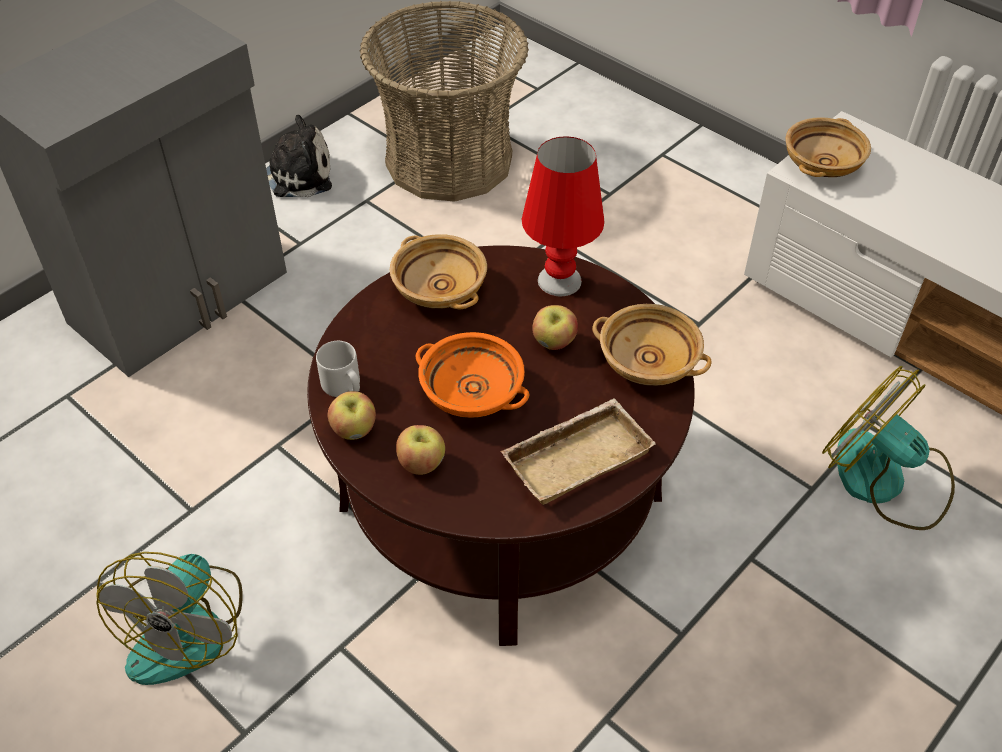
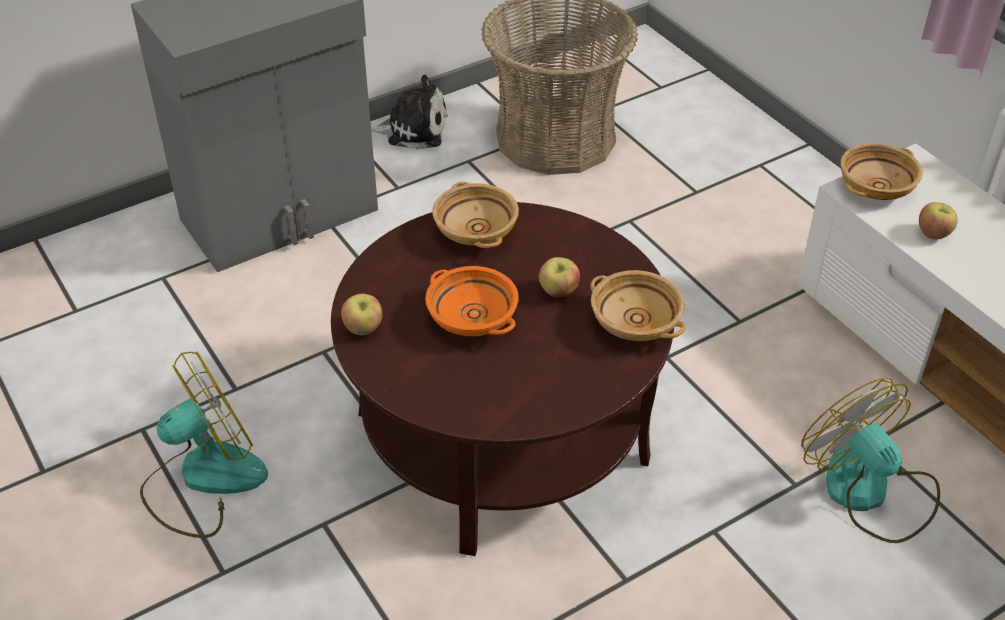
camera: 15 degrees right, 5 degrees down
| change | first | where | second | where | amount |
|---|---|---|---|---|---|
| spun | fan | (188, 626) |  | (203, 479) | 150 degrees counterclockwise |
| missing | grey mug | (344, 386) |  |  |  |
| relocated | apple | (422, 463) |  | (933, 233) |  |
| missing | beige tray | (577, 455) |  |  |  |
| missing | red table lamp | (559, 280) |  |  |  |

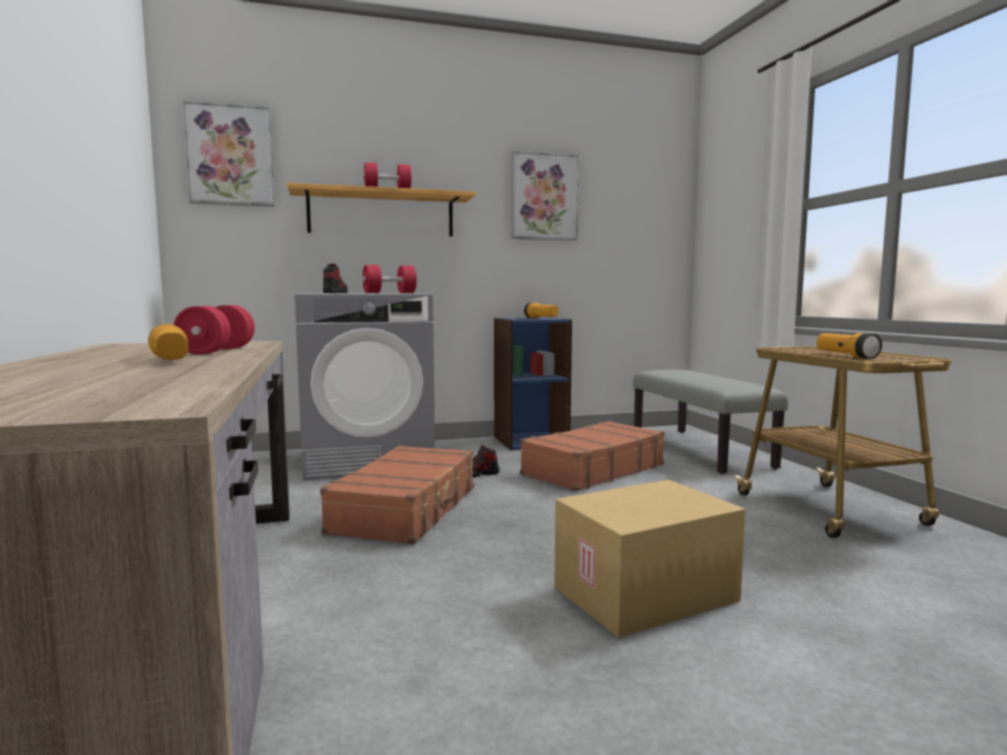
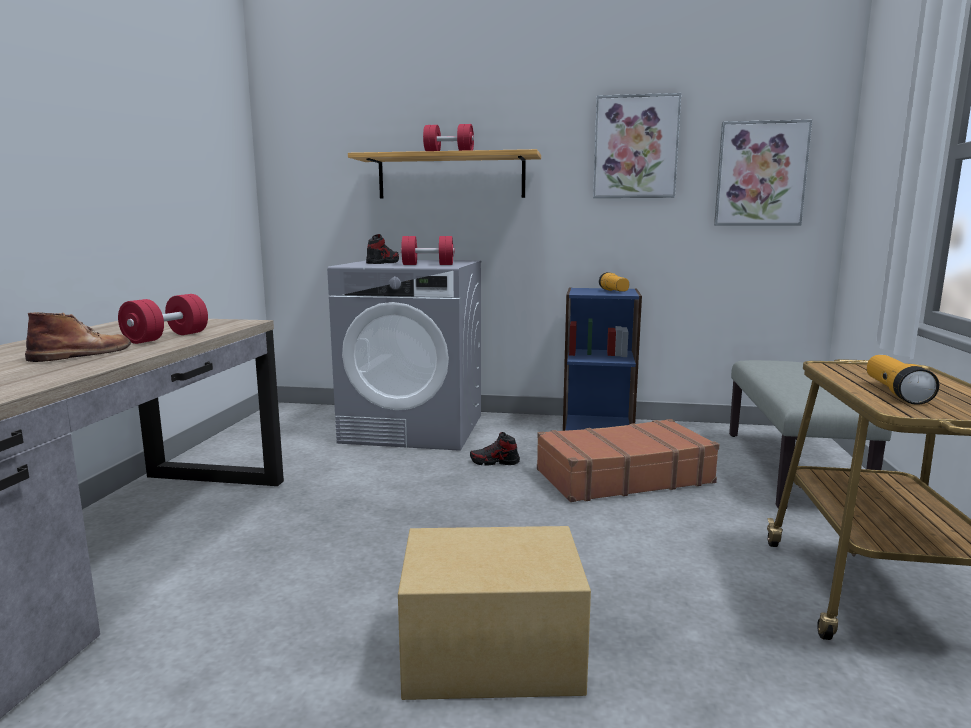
camera: 25 degrees right, 5 degrees up
| change | first | where | second | where | amount |
|---|---|---|---|---|---|
| exchanged | flashlight | (170, 361) | brown boot | (83, 354) |  |
| relocated | picture | (230, 155) |  | (760, 174) |  |
| missing | brown suitcase | (407, 509) |  |  |  |

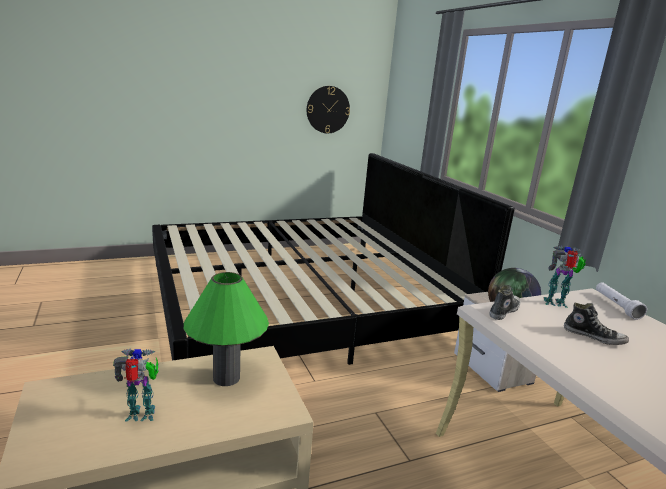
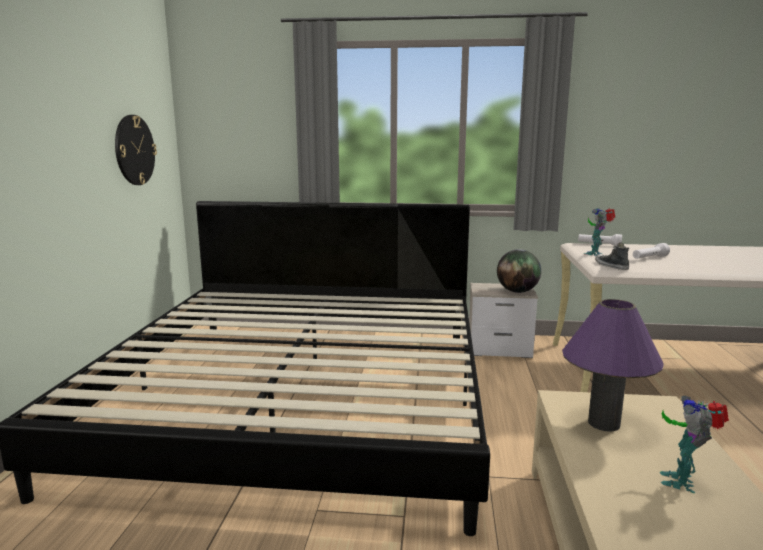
camera: 60 degrees left, 5 degrees down
| change | first | where | second | where | amount |
|---|---|---|---|---|---|
| colour | green table lamp | (226, 378) | purple table lamp | (604, 423) |  |
| exchanged | shoe | (593, 337) | white flashlight | (649, 258) |  |

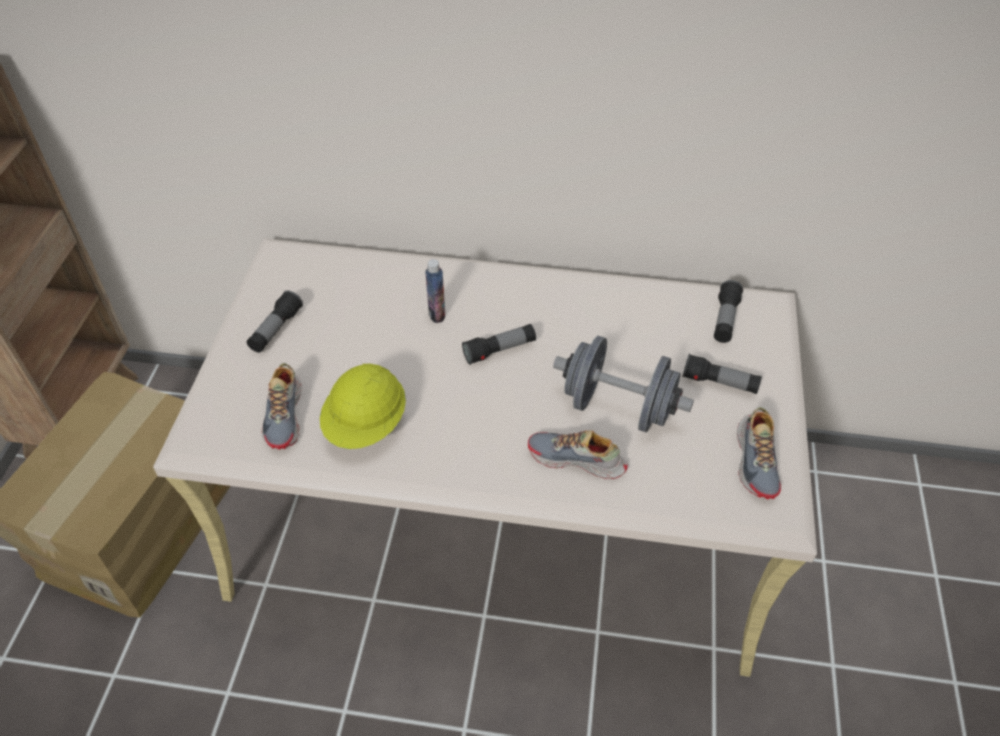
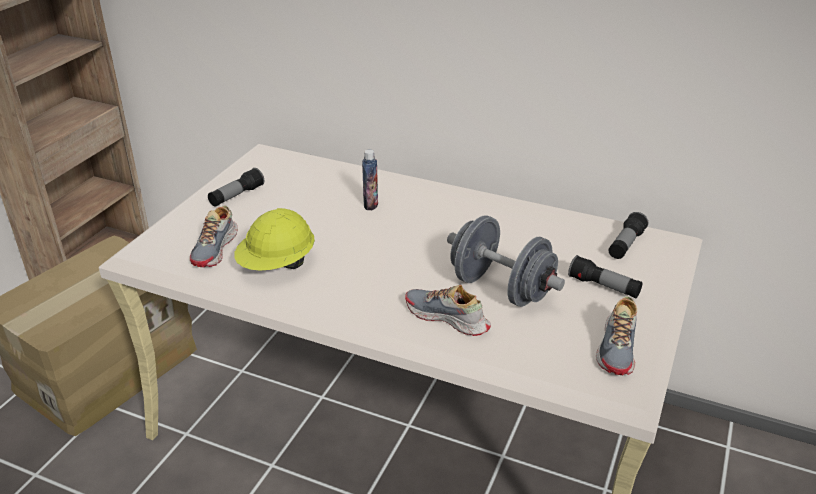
camera: 15 degrees right, 15 degrees down
| change | first | where | second | where | amount |
|---|---|---|---|---|---|
| missing | flashlight | (499, 350) |  |  |  |

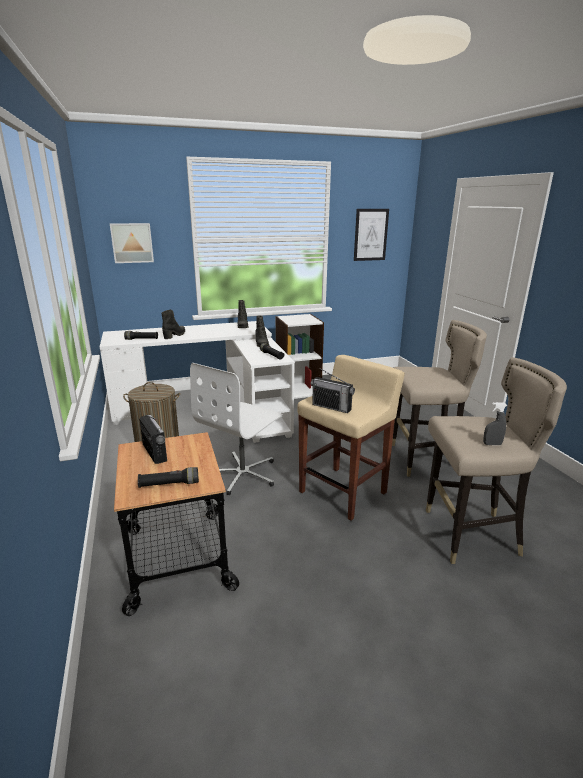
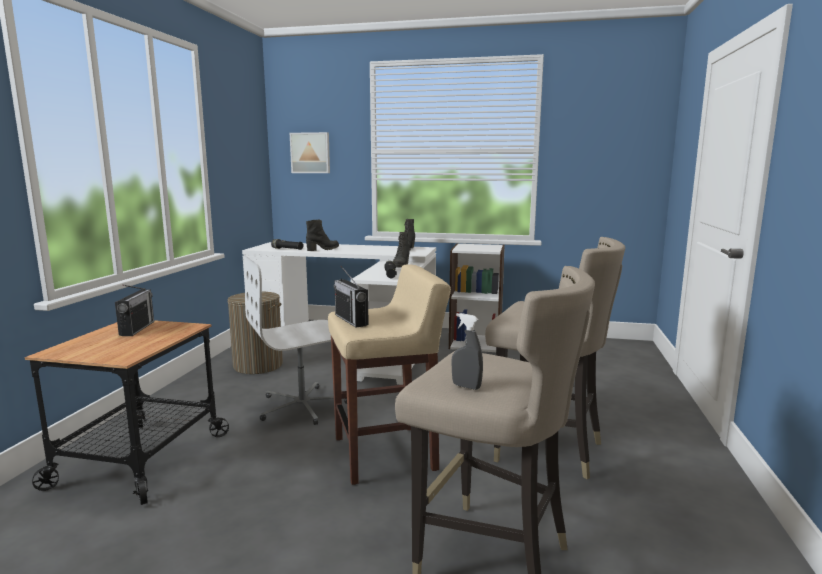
camera: 30 degrees right, 10 degrees down
| change | first | where | second | where | amount |
|---|---|---|---|---|---|
| missing | black flashlight | (169, 484) |  |  |  |
| missing | picture | (371, 235) |  |  |  |

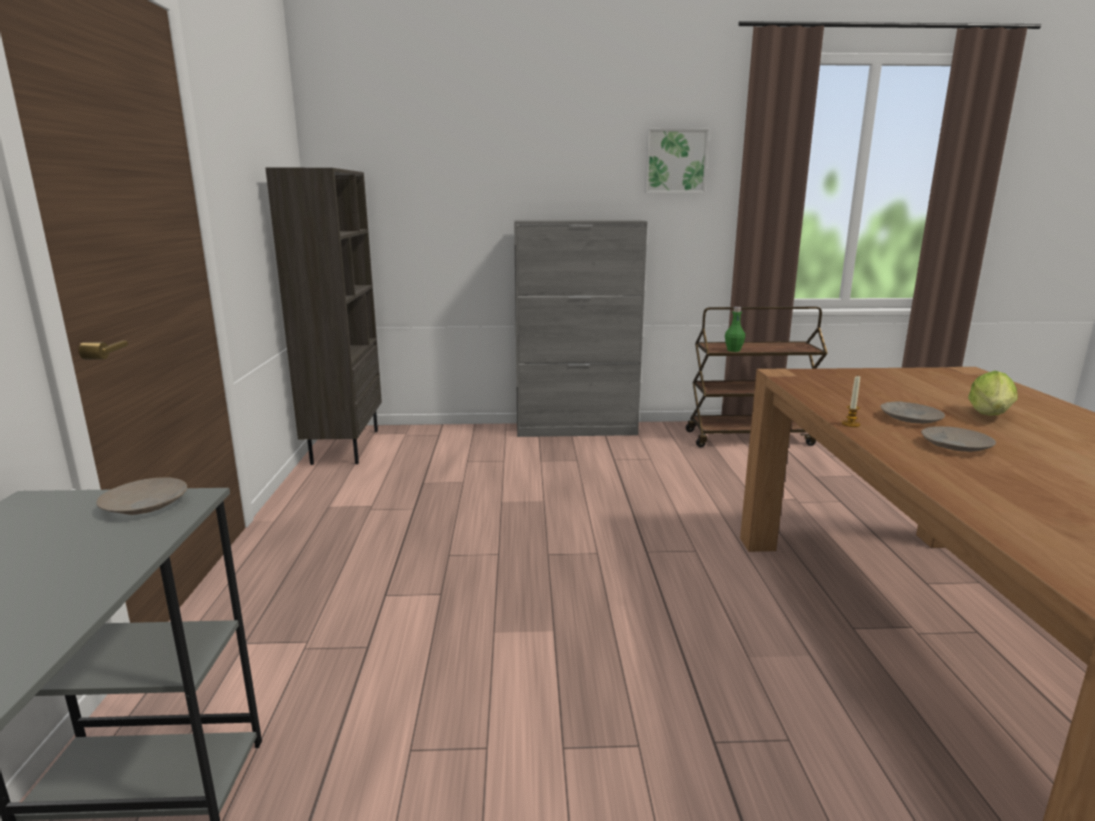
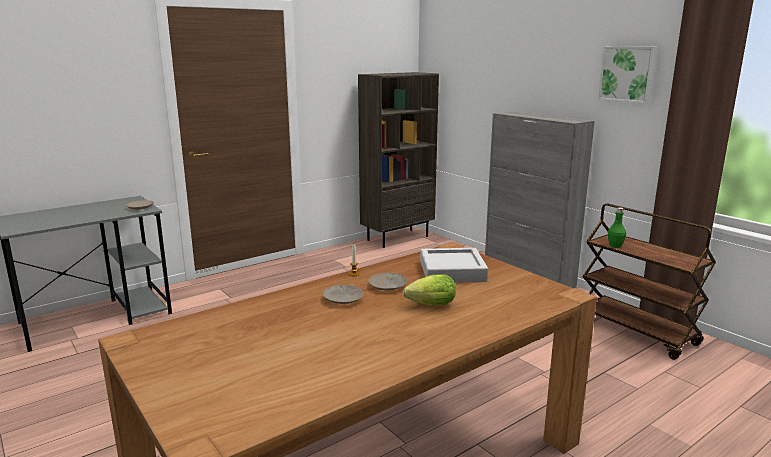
camera: 55 degrees right, 0 degrees up
| change | first | where | second | where | amount |
|---|---|---|---|---|---|
| appeared |  |  | grey tray | (452, 271) |  |

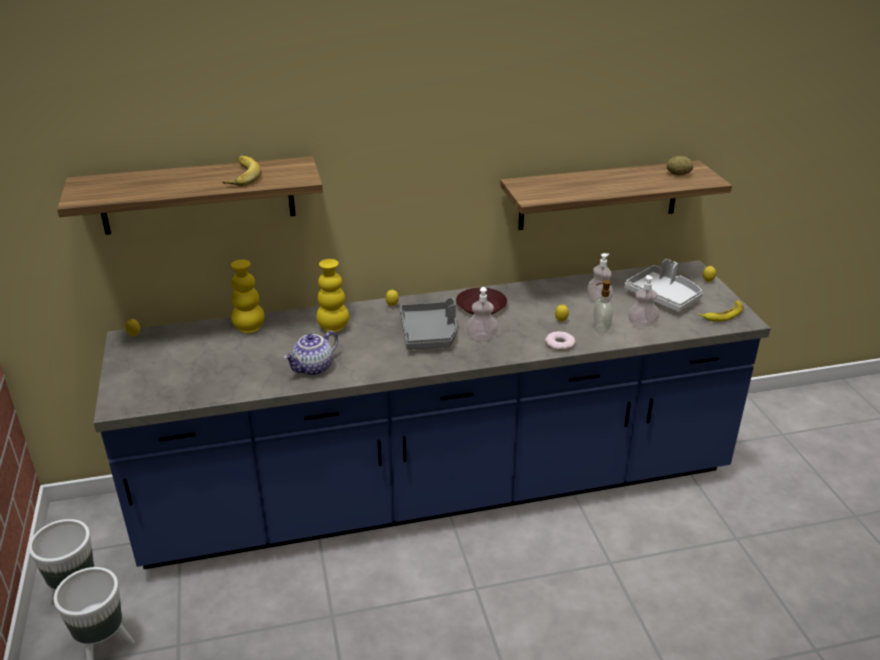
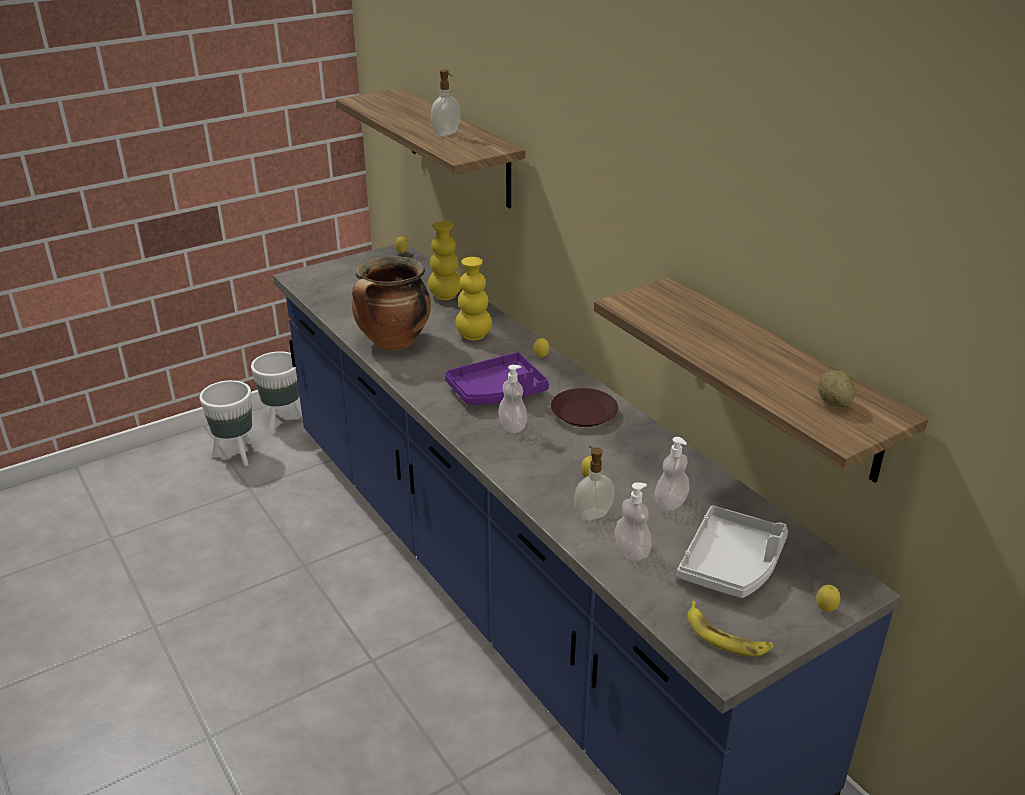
camera: 70 degrees right, 0 degrees up
| change | first | where | second | where | amount |
|---|---|---|---|---|---|
| exchanged | banana | (239, 176) | soap dispenser | (447, 134) |  |
| exchanged | teapot | (313, 368) | cooking pot | (393, 343) |  |
| colour | grey tray | (429, 334) | purple tray | (497, 392) |  |
| missing | donut | (559, 344) |  |  |  |

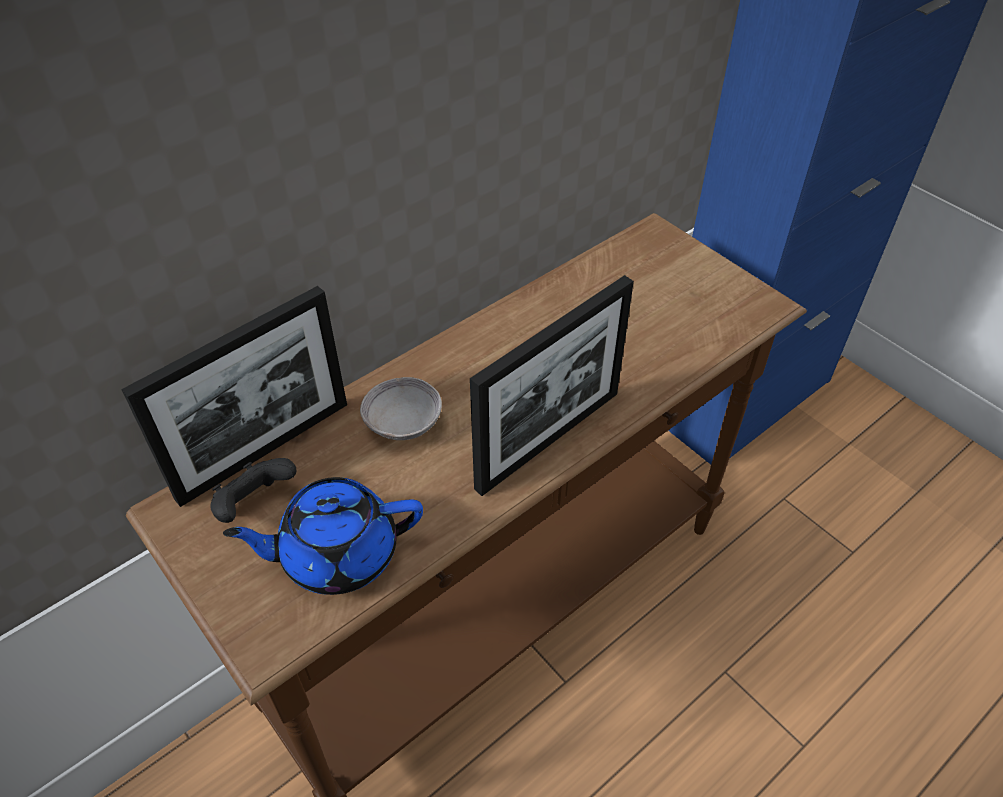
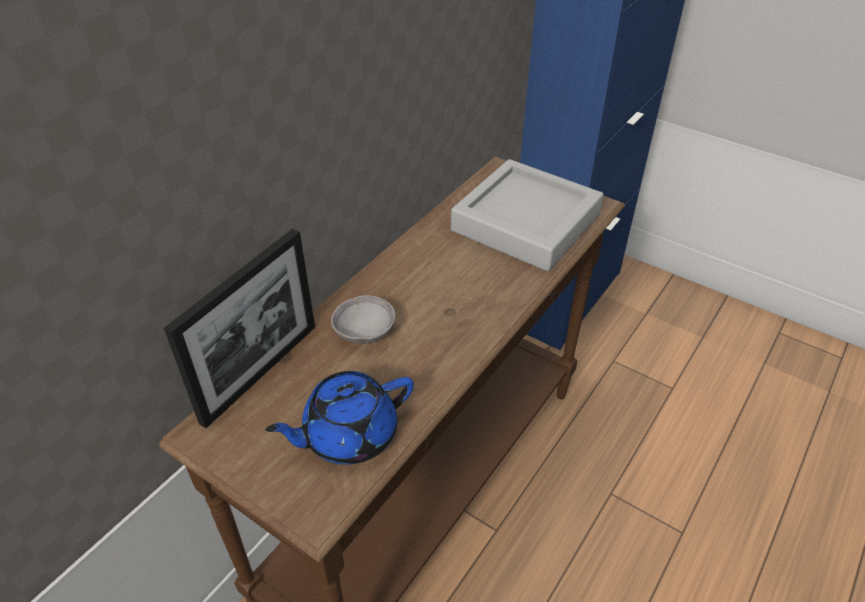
camera: 15 degrees left, 5 degrees down
| change | first | where | second | where | amount |
|---|---|---|---|---|---|
| missing | black game controller | (255, 504) |  |  |  |
| missing | picture frame | (548, 439) |  |  |  |
| appeared |  |  | grey tray | (526, 223) |  |

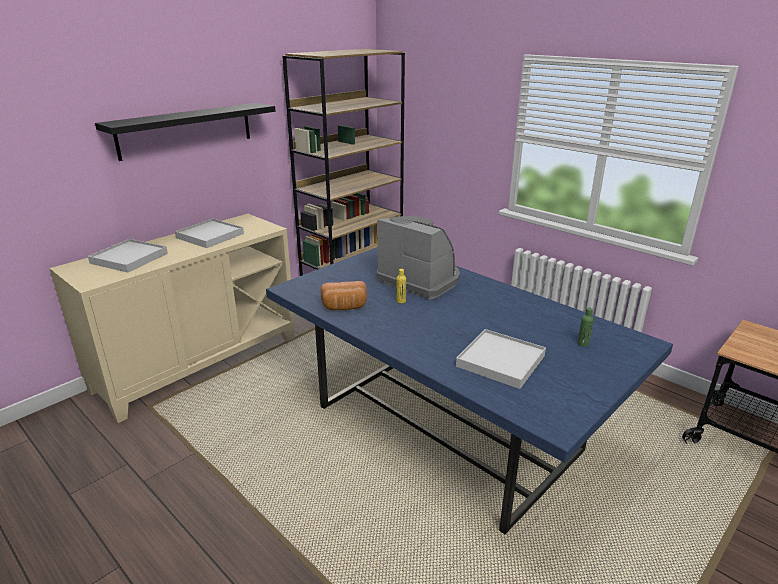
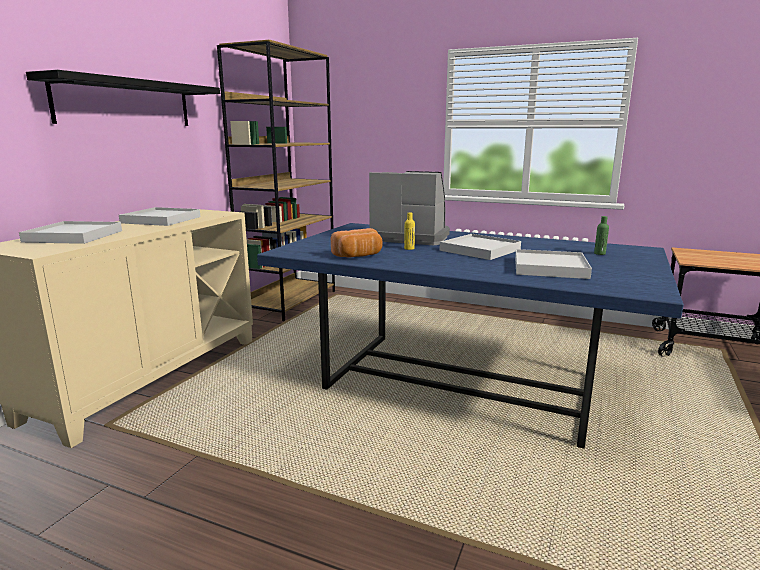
camera: 20 degrees left, 10 degrees down
| change | first | where | second | where | amount |
|---|---|---|---|---|---|
| appeared |  |  | white tray | (480, 250) |  |

